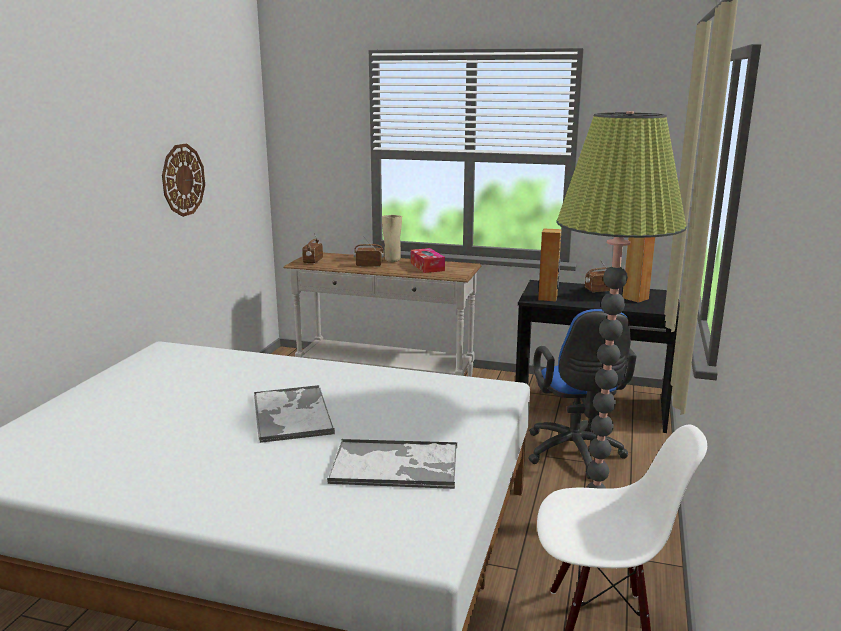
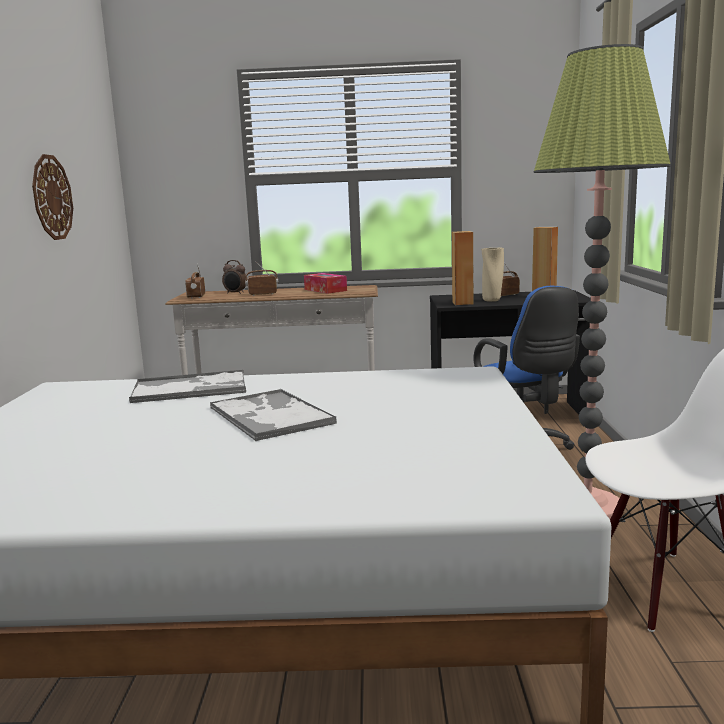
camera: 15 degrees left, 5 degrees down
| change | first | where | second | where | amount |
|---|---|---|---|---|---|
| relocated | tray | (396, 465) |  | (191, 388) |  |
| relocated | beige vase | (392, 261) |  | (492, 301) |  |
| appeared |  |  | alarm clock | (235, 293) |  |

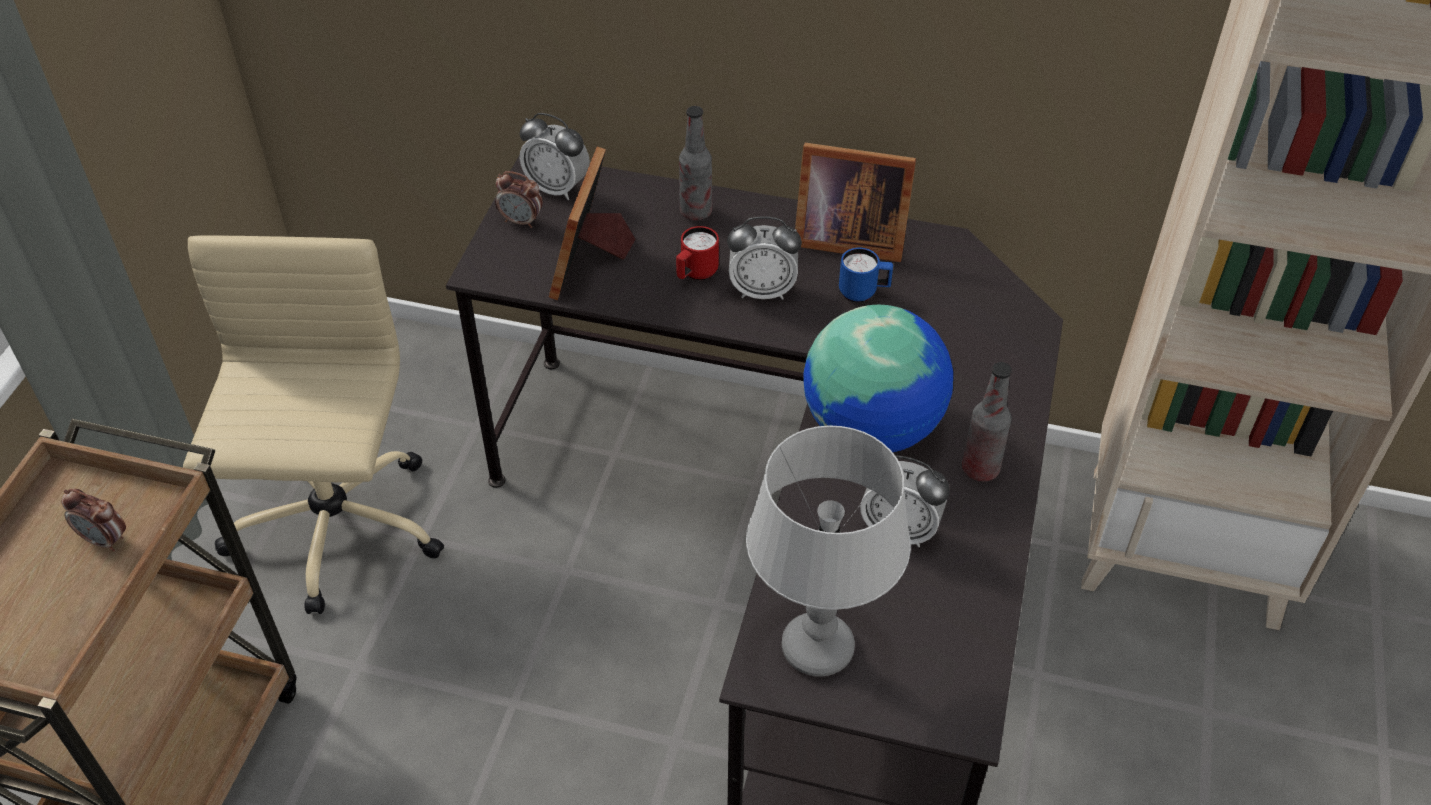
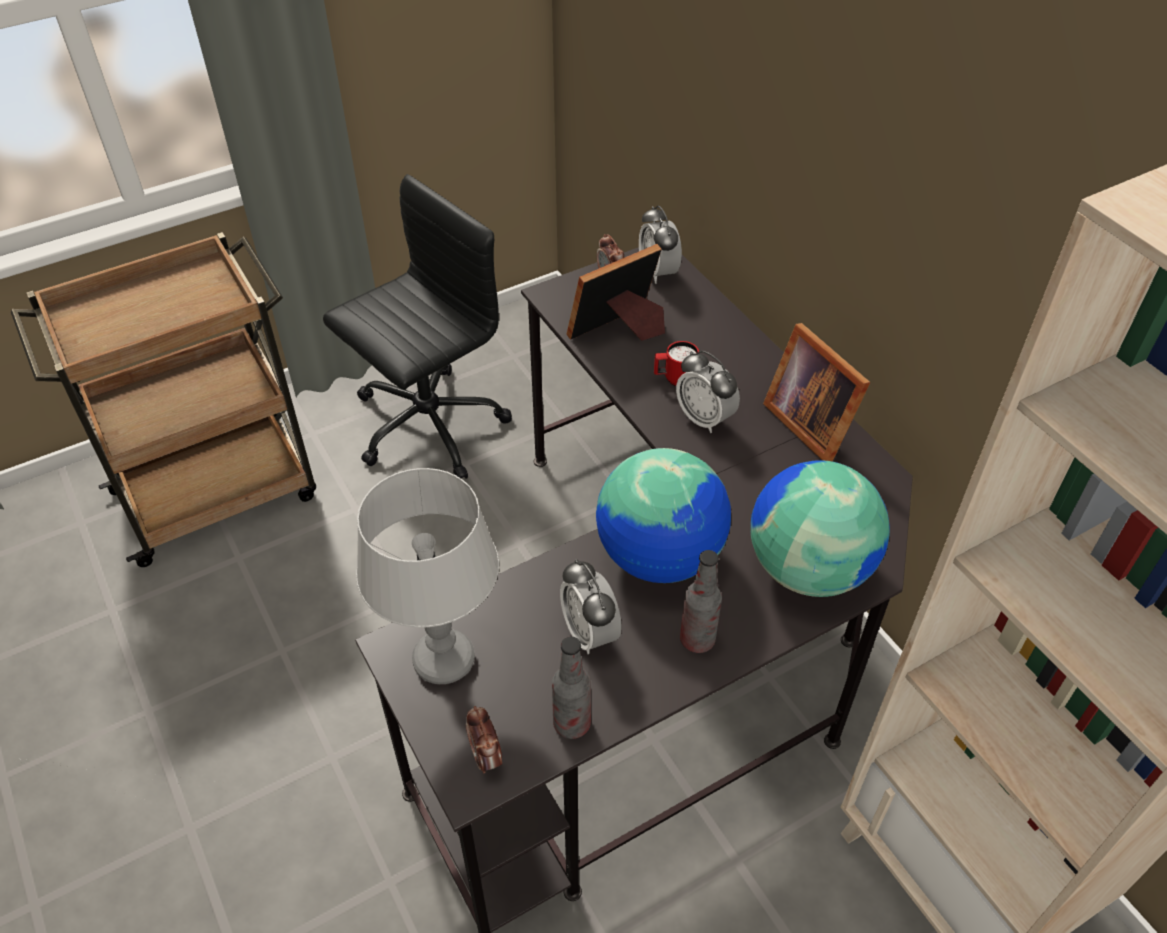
camera: 45 degrees right, 0 degrees up
| change | first | where | second | where | amount |
|---|---|---|---|---|---|
| relocated | alarm clock | (105, 540) |  | (486, 757) |  |
| colour | beige office chair | (335, 531) | black office chair | (426, 426) |  |
| relocated | bottle | (696, 212) |  | (572, 723) |  |
| missing | blue mug | (863, 293) |  |  |  |
| appeared |  |  | globe | (808, 568) |  |

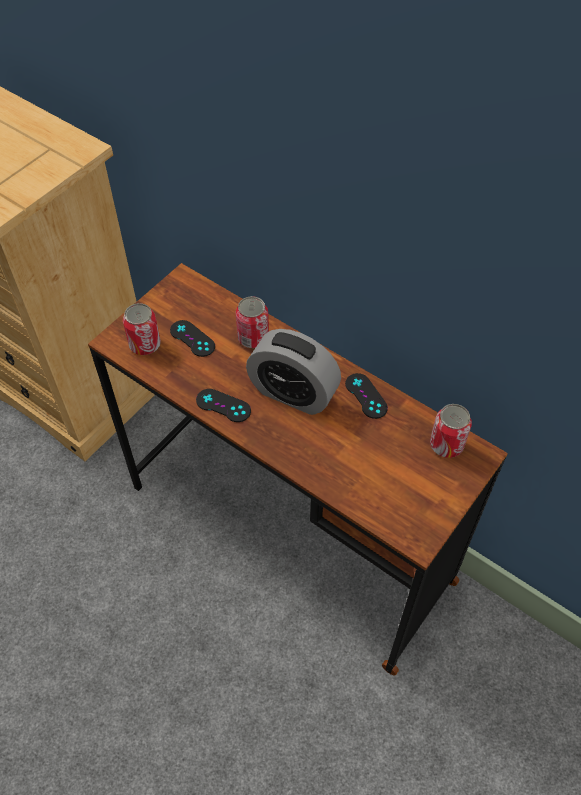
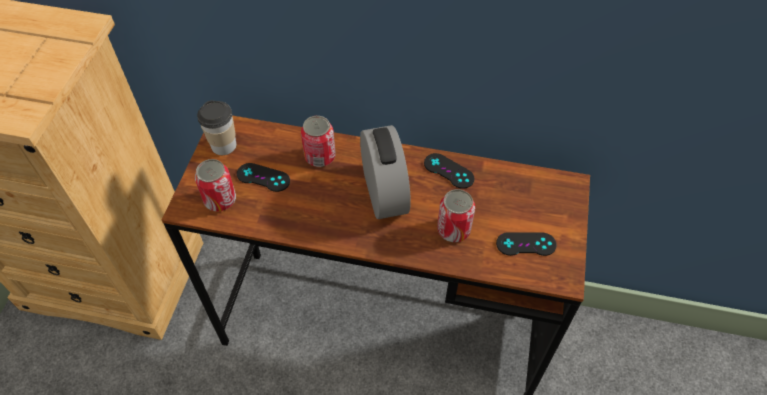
camera: 25 degrees left, 0 degrees up
| change | first | where | second | where | amount |
|---|---|---|---|---|---|
| relocated | black game controller | (223, 405) |  | (526, 244) |  |
| spun | alarm clock | (293, 393) |  | (384, 192) | 105 degrees counterclockwise |
| relocated | can | (446, 444) |  | (453, 230) |  |
| appeared |  |  | cup | (224, 145) |  |

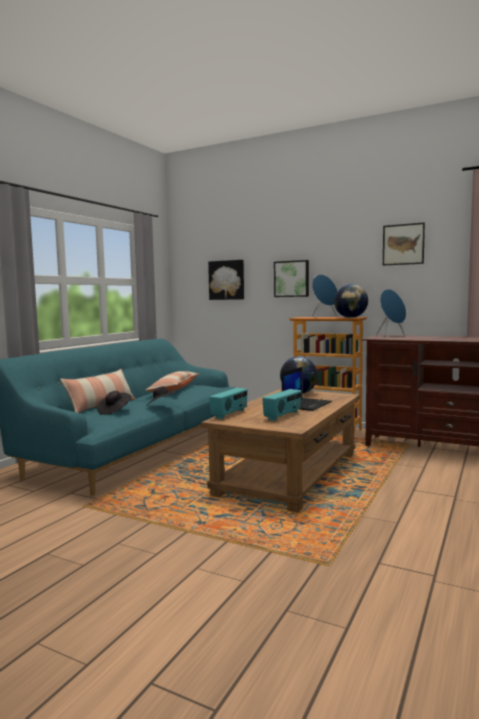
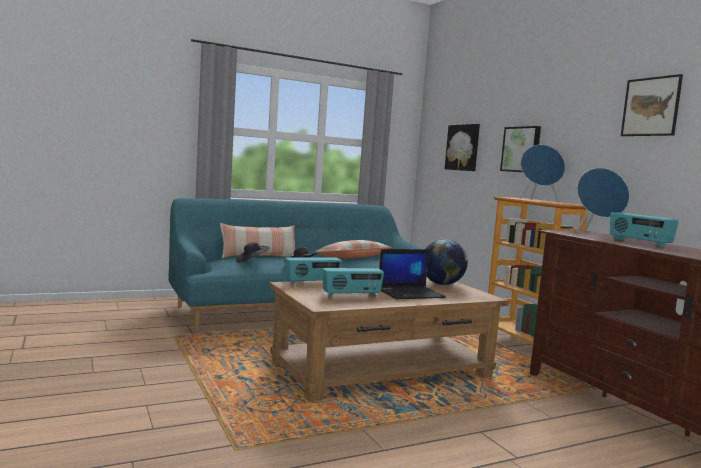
camera: 35 degrees right, 0 degrees up
| change | first | where | second | where | amount |
|---|---|---|---|---|---|
| missing | globe | (351, 317) |  |  |  |
| appeared |  |  | radio | (639, 243) |  |

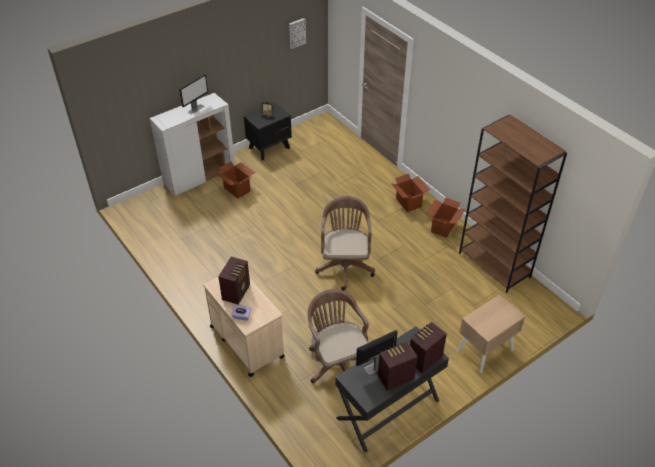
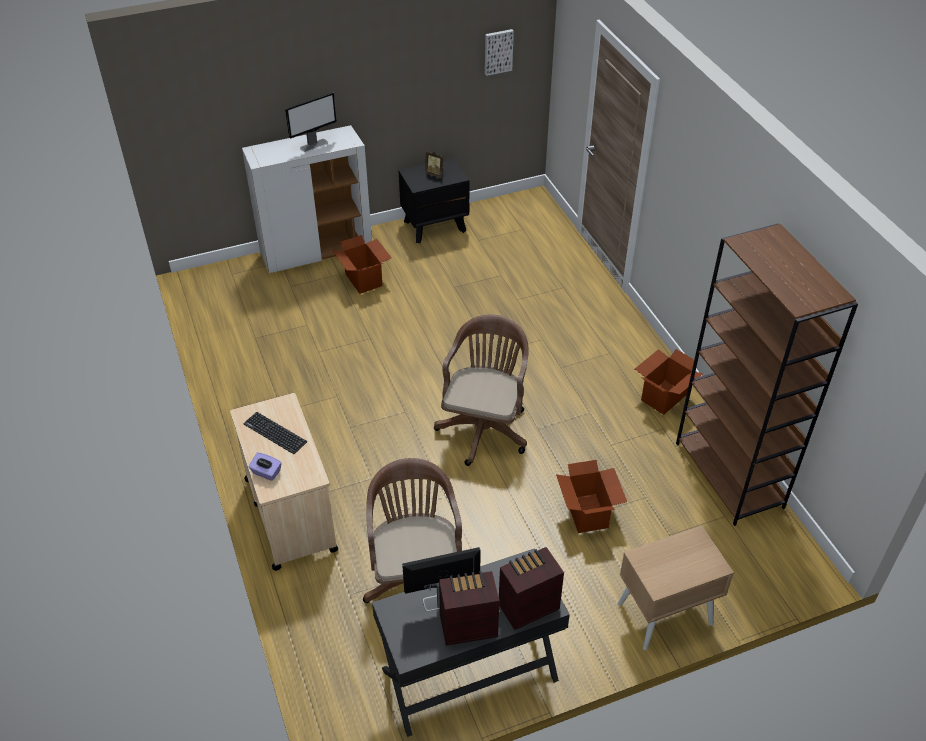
camera: 15 degrees right, 0 degrees up
| change | first | where | second | where | amount |
|---|---|---|---|---|---|
| exchanged | radio | (237, 292) | keyboard | (275, 433) |  |
| relocated | cardboard box | (409, 202) |  | (587, 513) |  |

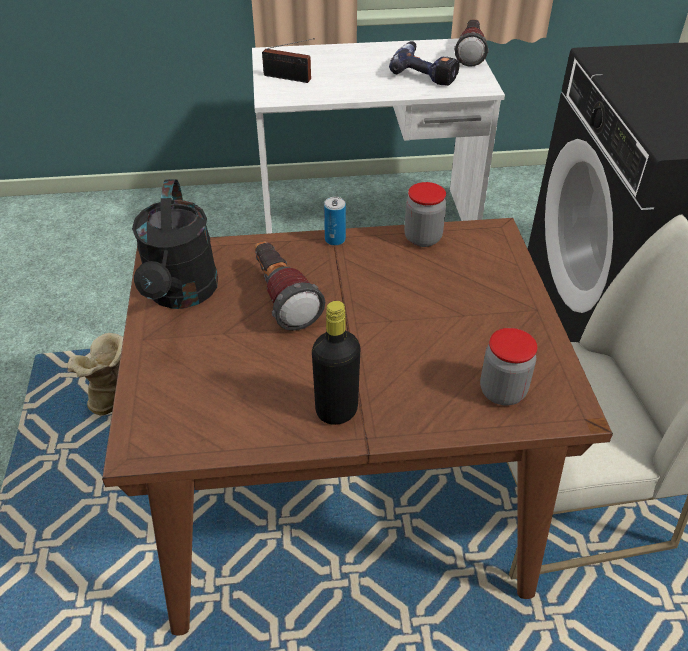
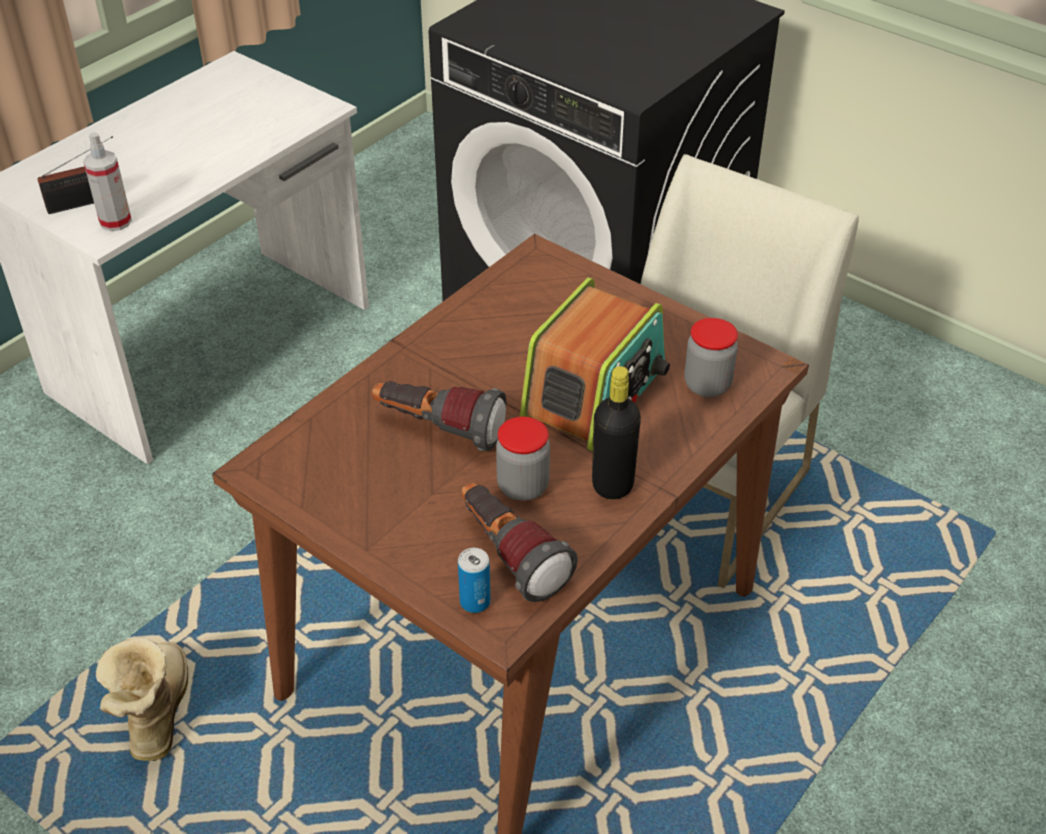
camera: 45 degrees left, 0 degrees up
| change | first | where | second | where | amount |
|---|---|---|---|---|---|
| missing | black watering can | (181, 294) |  |  |  |
| relocated | can | (335, 239) |  | (475, 602) |  |
| missing | power drill | (425, 72) |  |  |  |
| relocated | jar | (423, 238) |  | (523, 486) |  |
| relocated | flashlight | (470, 53) |  | (509, 555) |  |
| appeared |  |  | spray bottle | (115, 221) |  |
| appeared |  |  | radio | (595, 393) |  |

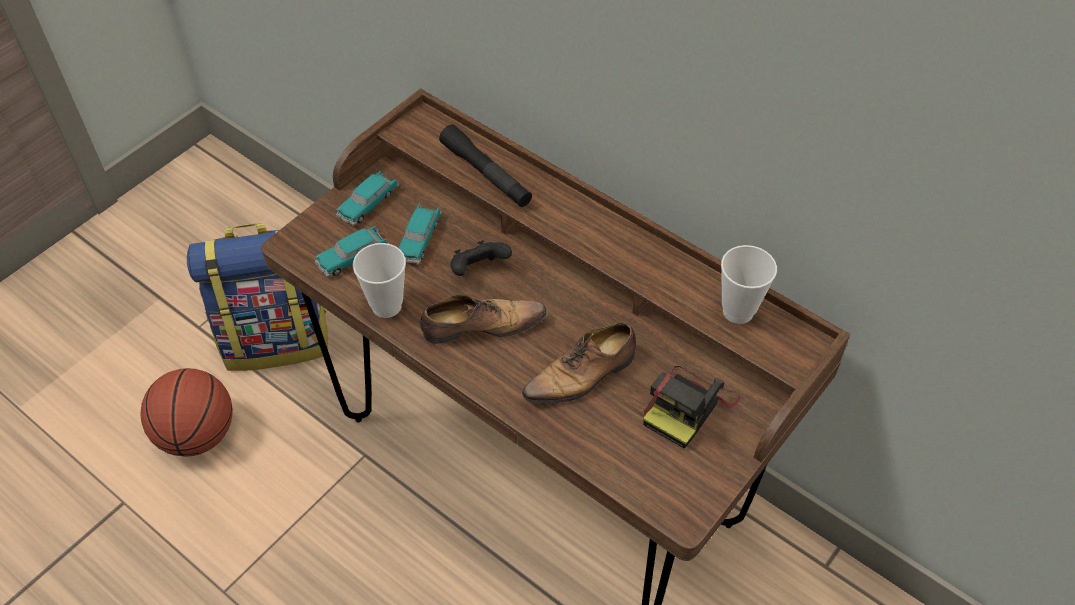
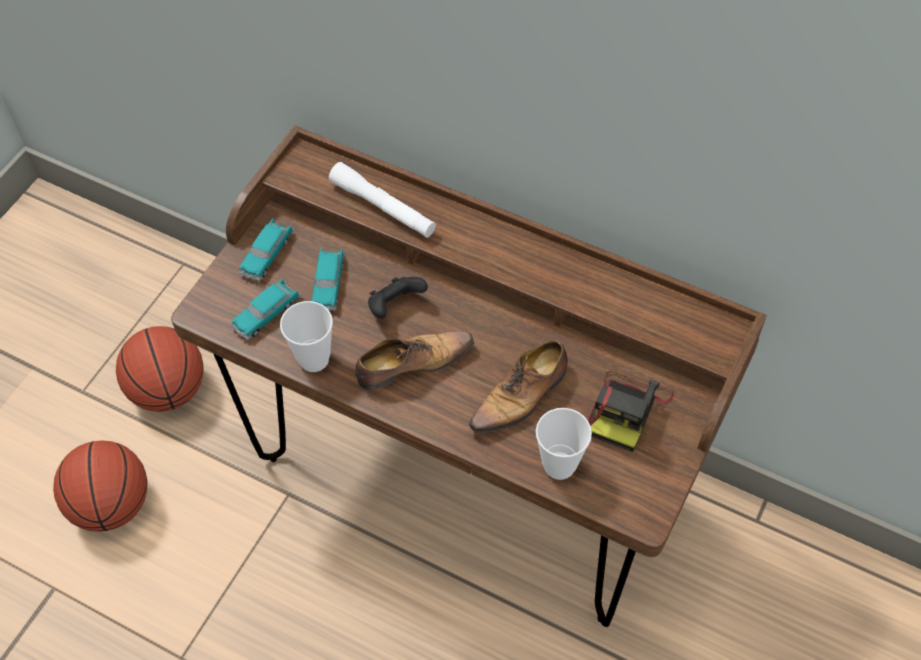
camera: 10 degrees left, 5 degrees up
| change | first | where | second | where | amount |
|---|---|---|---|---|---|
| exchanged | backpack | (277, 339) | basketball | (168, 390) |  |
| colour | black flashlight | (486, 174) | white flashlight | (383, 207) |  |
| relocated | cup | (738, 311) |  | (559, 465) |  |

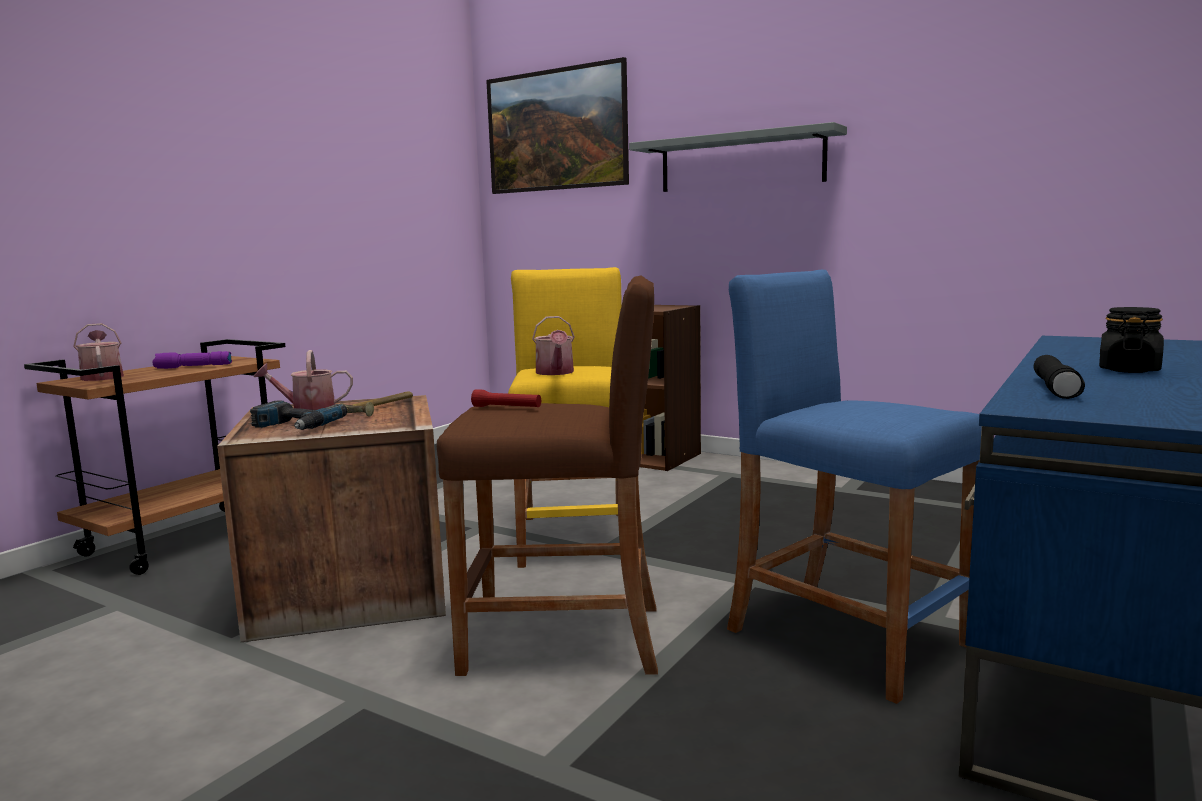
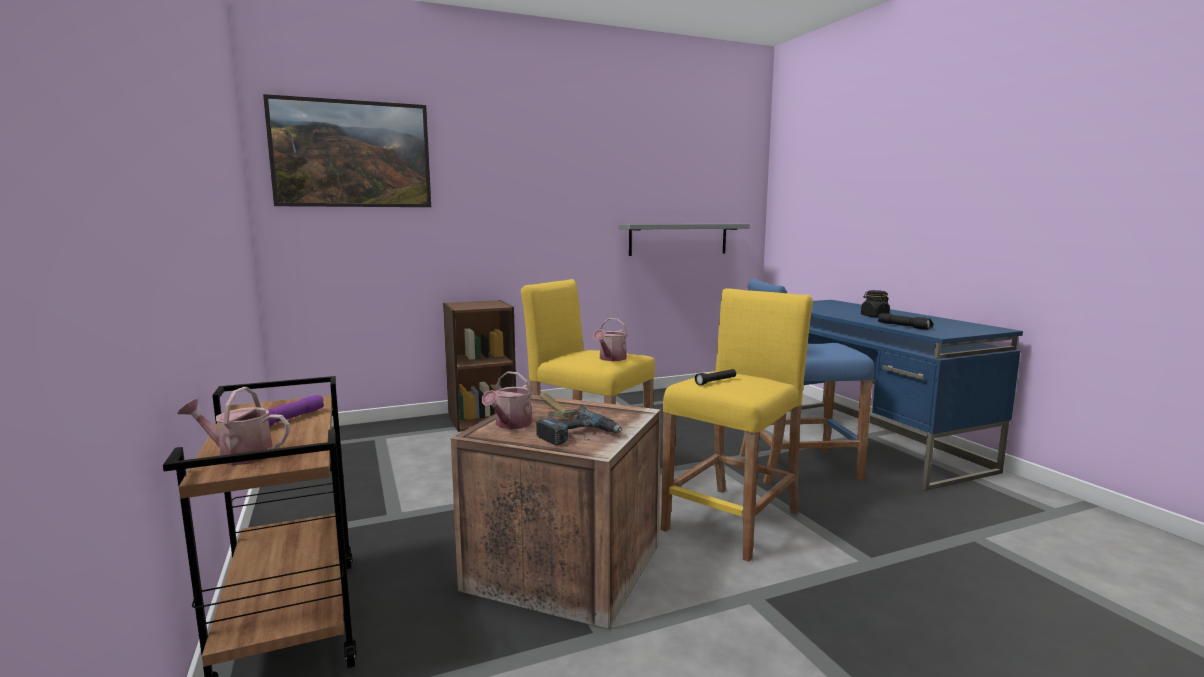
camera: 55 degrees left, 0 degrees up
| change | first | where | second | where | amount |
|---|---|---|---|---|---|
| colour | brown stool | (563, 639) | yellow stool | (732, 521) |  |
| colour | red flashlight | (507, 408) | black flashlight | (716, 381) |  |
| spun | watering can | (555, 373) |  | (611, 359) | 90 degrees clockwise |
| relocated | grey shelf | (740, 162) |  | (678, 239) |  |

